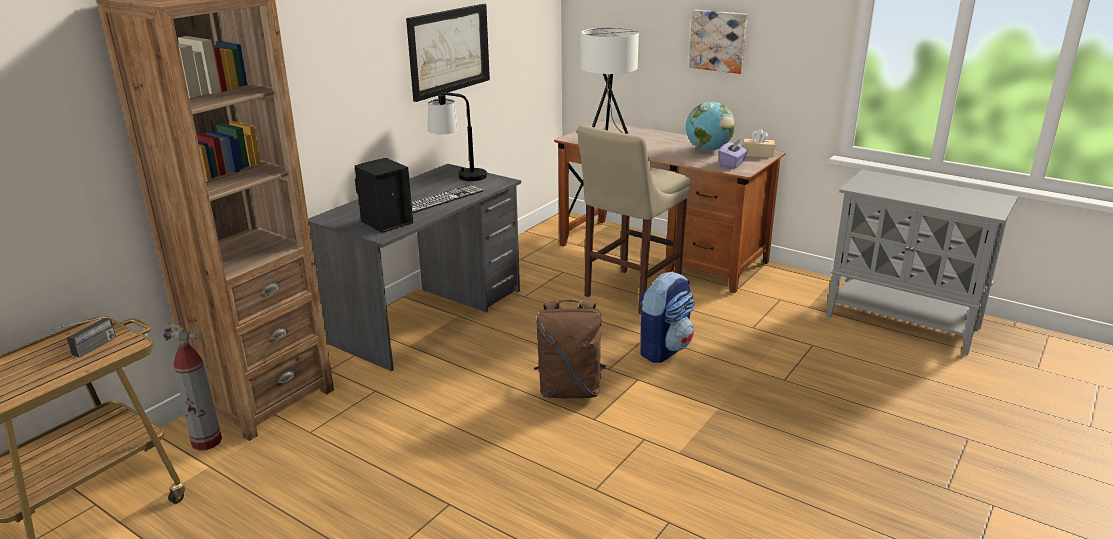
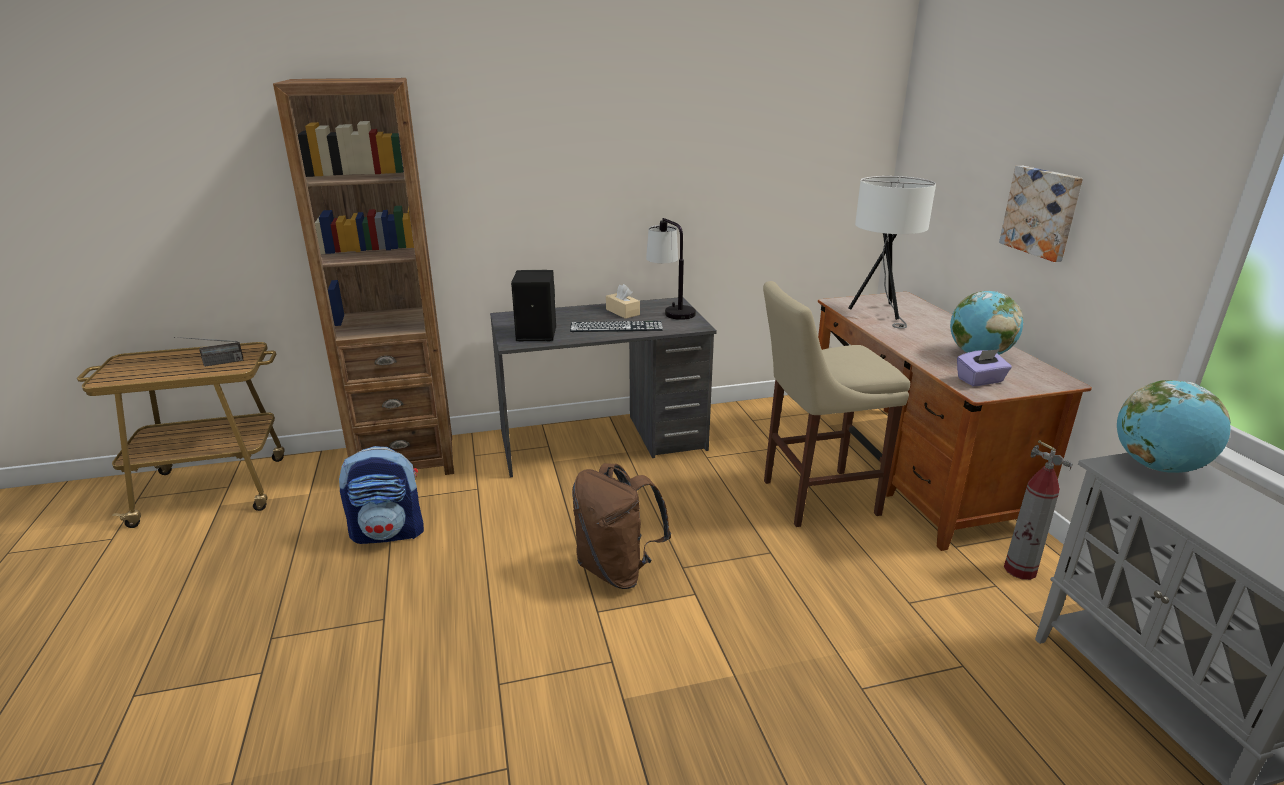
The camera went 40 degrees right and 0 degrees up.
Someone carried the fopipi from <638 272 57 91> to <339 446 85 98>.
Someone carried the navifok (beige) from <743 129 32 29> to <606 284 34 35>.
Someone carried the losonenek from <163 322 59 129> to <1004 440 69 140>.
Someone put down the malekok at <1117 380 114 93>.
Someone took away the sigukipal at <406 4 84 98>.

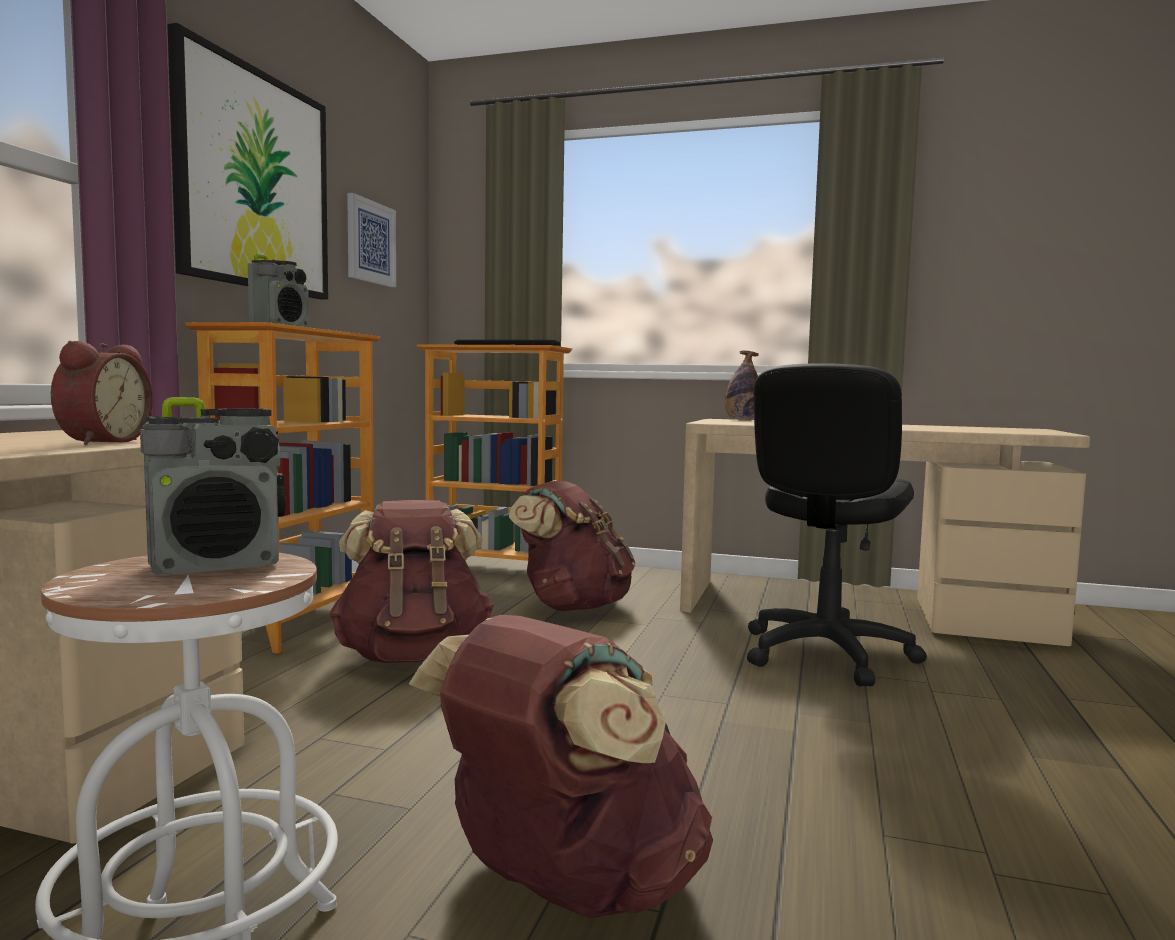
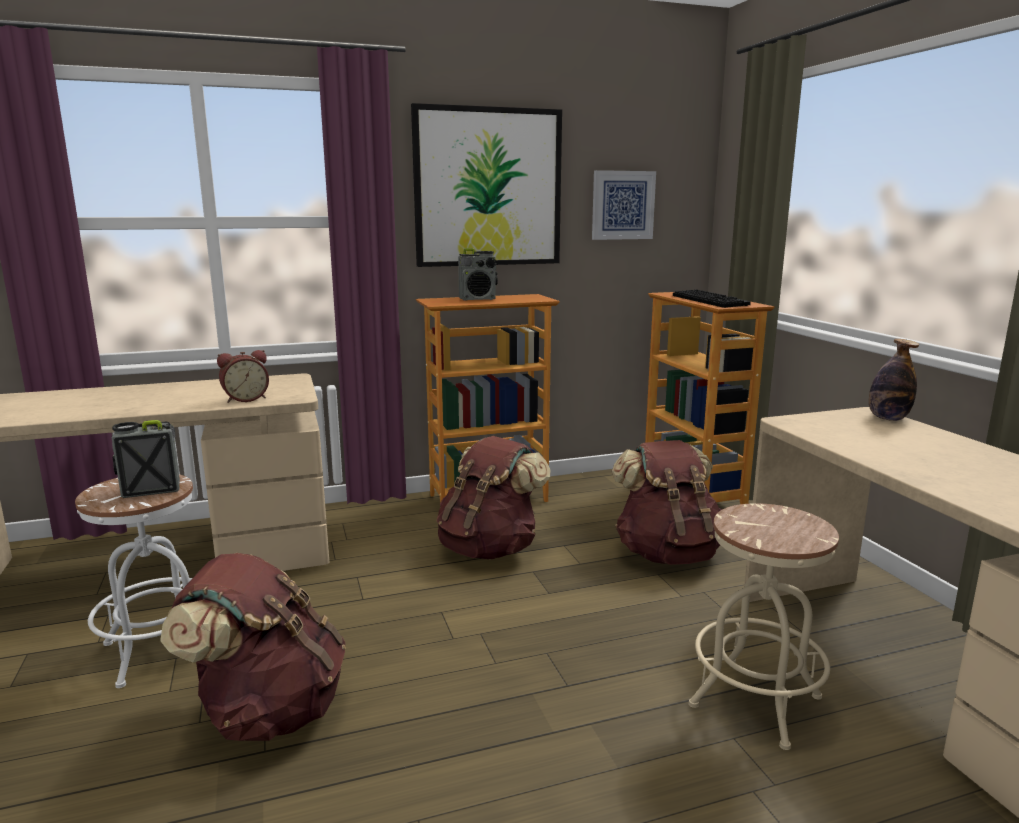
The camera went 55 degrees right and 10 degrees up.
Someone rotated the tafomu at <140 397 146 178> by 135 degrees clockwise.
Someone swapped the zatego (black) at <747 363 180 323> for the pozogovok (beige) at <689 503 150 247>.

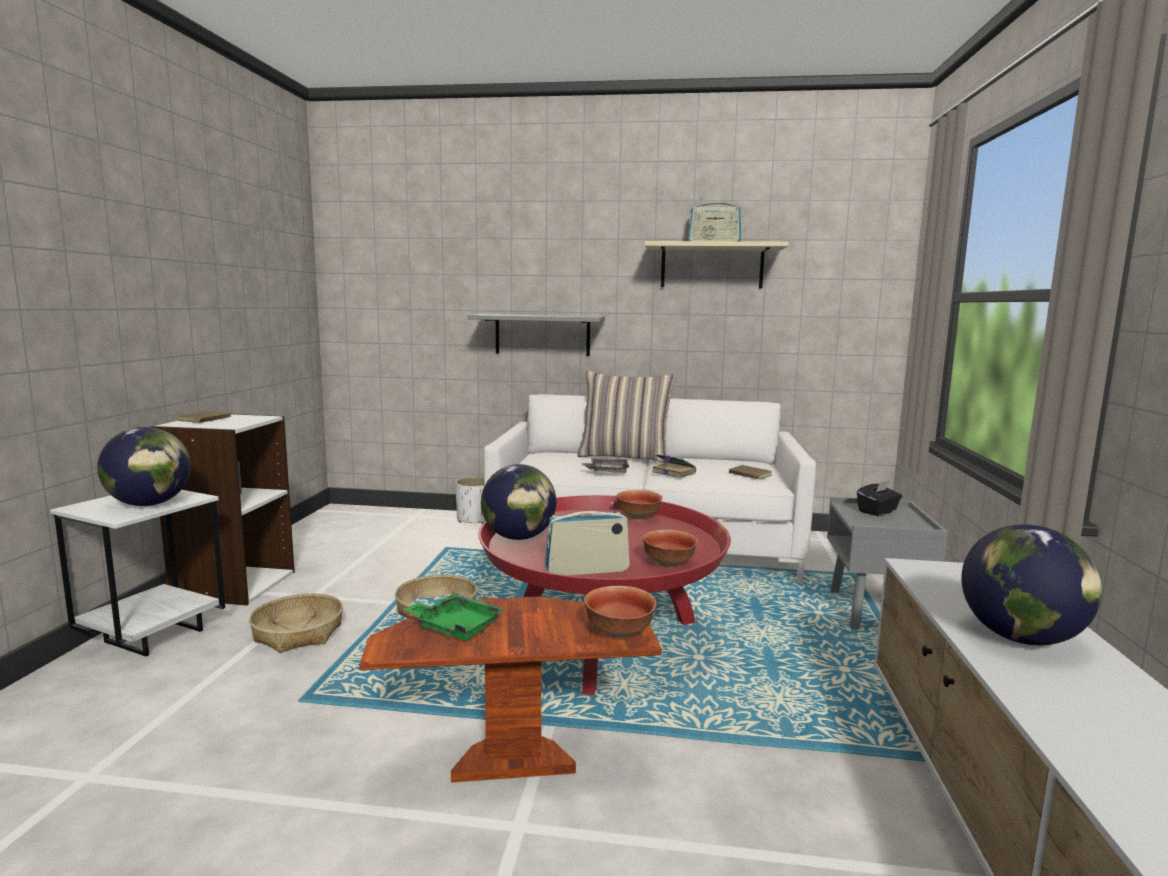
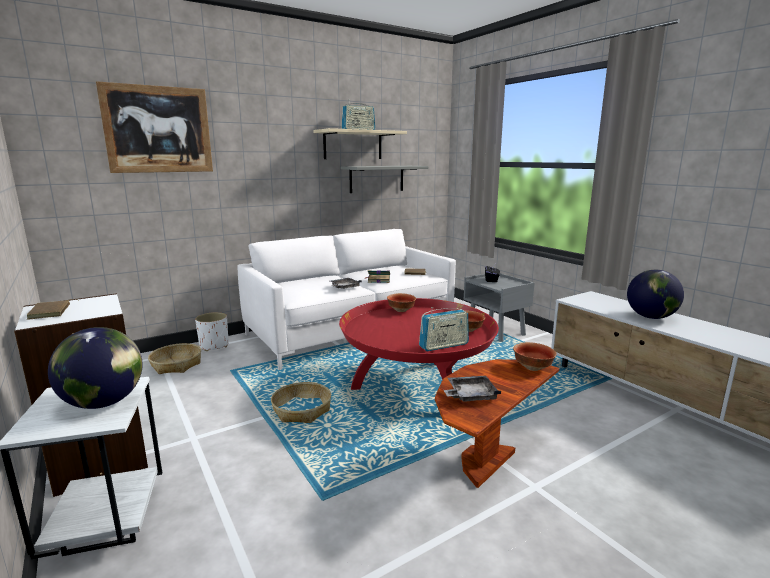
The camera went 40 degrees left and 5 degrees up.
Someone put up the sigukipal at <96 81 117 92>.
Someone carried the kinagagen from <249 593 94 60> to <148 343 53 31>.
Someone carried the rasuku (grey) from <468 314 137 42> to <341 166 88 27>.
Someone rotated the tafomu at <545 502 85 74> by 150 degrees counterclockwise.
Someone repainted the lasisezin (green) at <403 593 101 48>, which became the lasisezin (grey) at <444 376 57 26>.
Someone took away the malekok at <481 464 75 76>.
Someone took away the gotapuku at <577 371 99 92>.

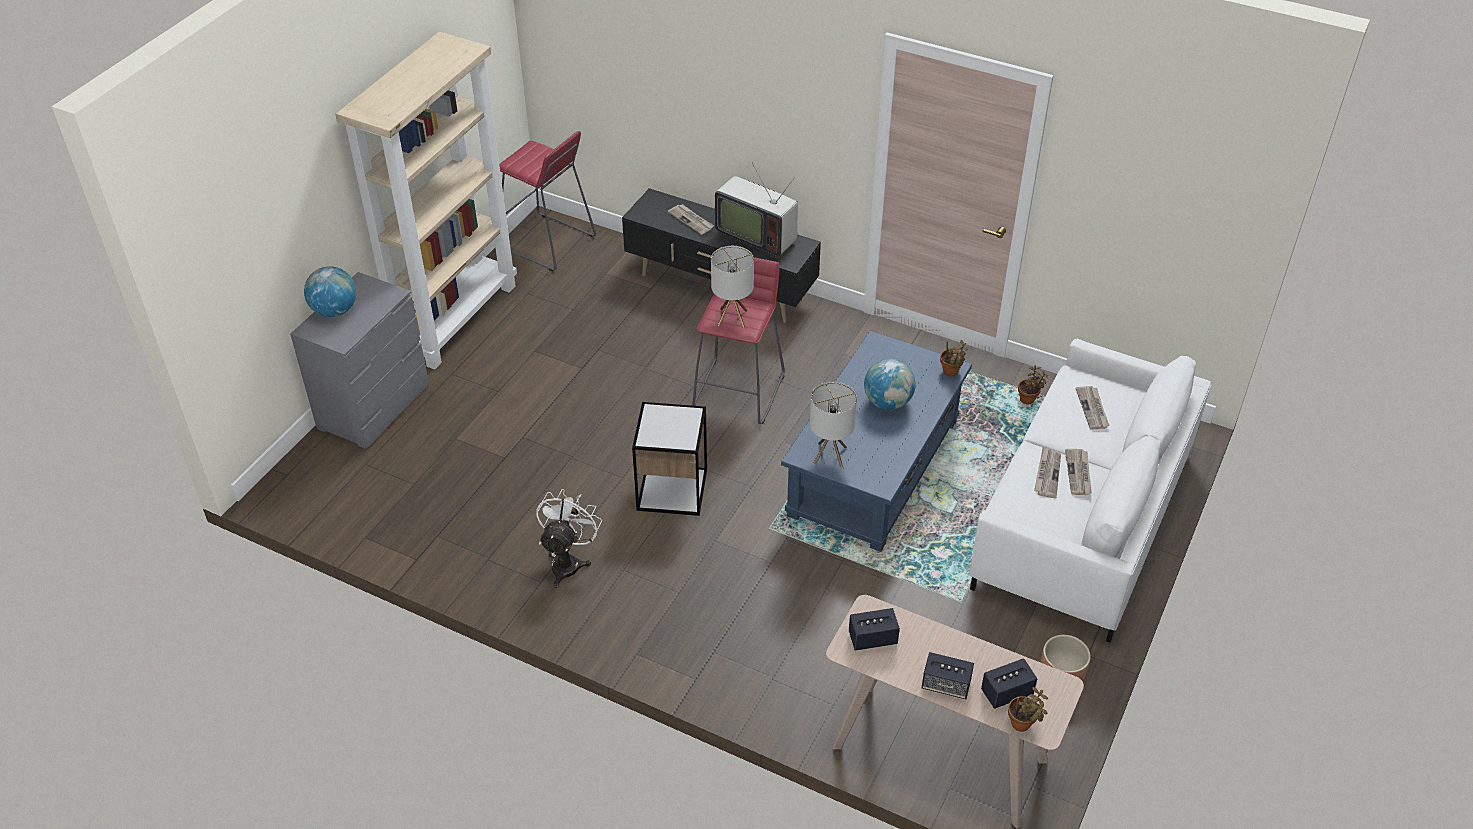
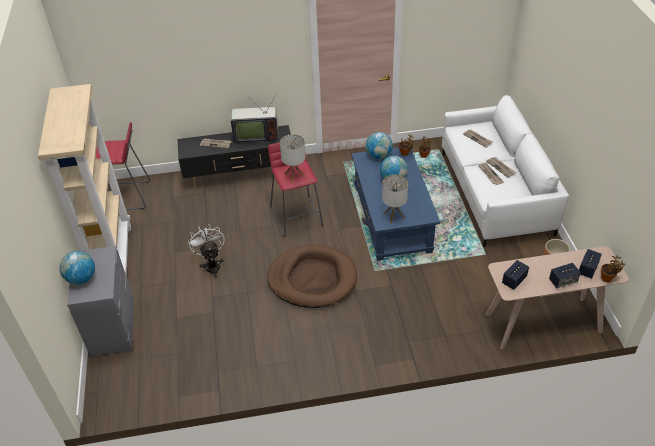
The camera went 35 degrees left and 0 degrees up.
Someone carried the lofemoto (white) from <537 489 65 99> to <188 224 37 54>.
Someone swapped the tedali at <632 402 75 114> for the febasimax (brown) at <268 245 89 63>.
Someone put down the malekok at <366 132 27 27>.

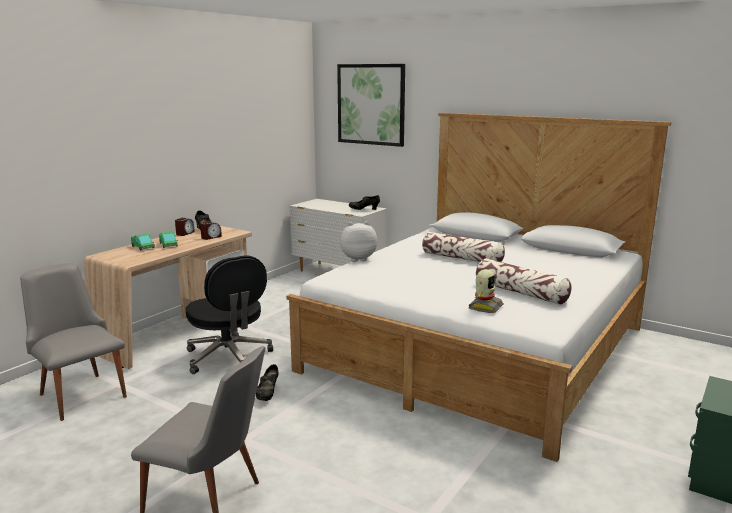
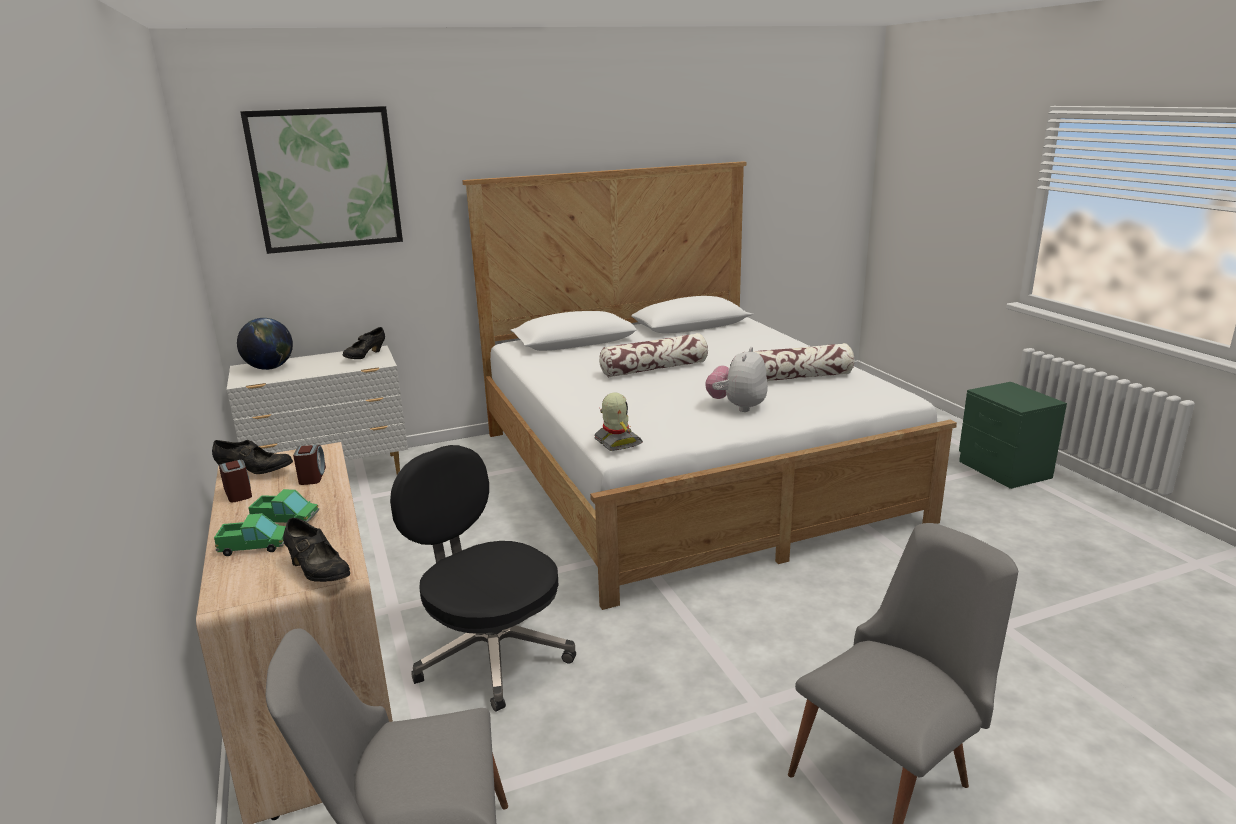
The camera went 55 degrees left and 5 degrees up.
Someone put down the malekok at <237 318 56 52>.
Someone carried the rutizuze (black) from <256 364 23 37> to <283 518 67 64>.
Someone rotated the zatego (black) at <186 255 87 119> by 135 degrees counterclockwise.
Someone carried the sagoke from <468 269 35 44> to <594 393 49 58>.
Someone carried the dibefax from <340 222 37 40> to <705 347 63 65>.

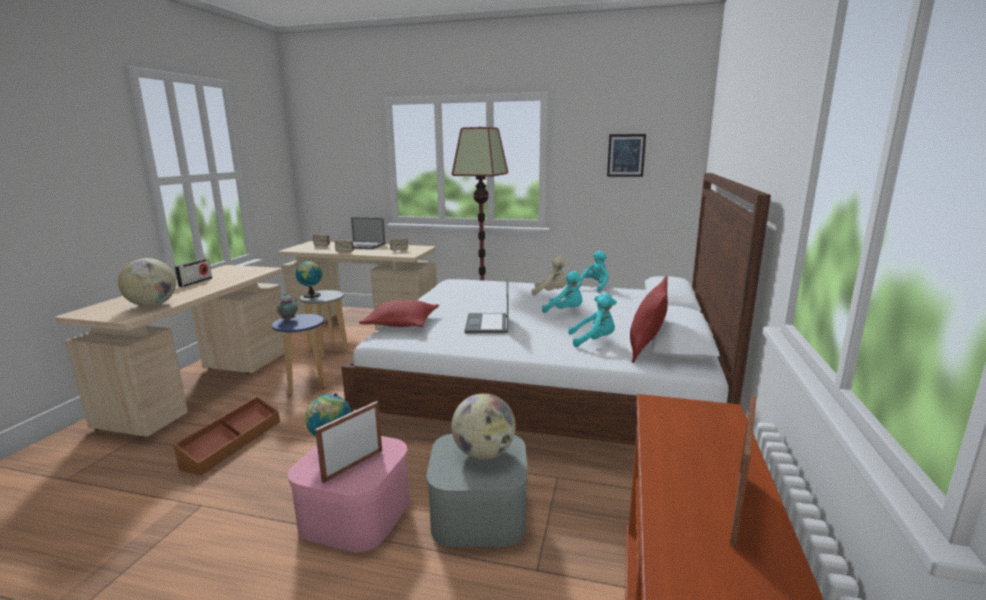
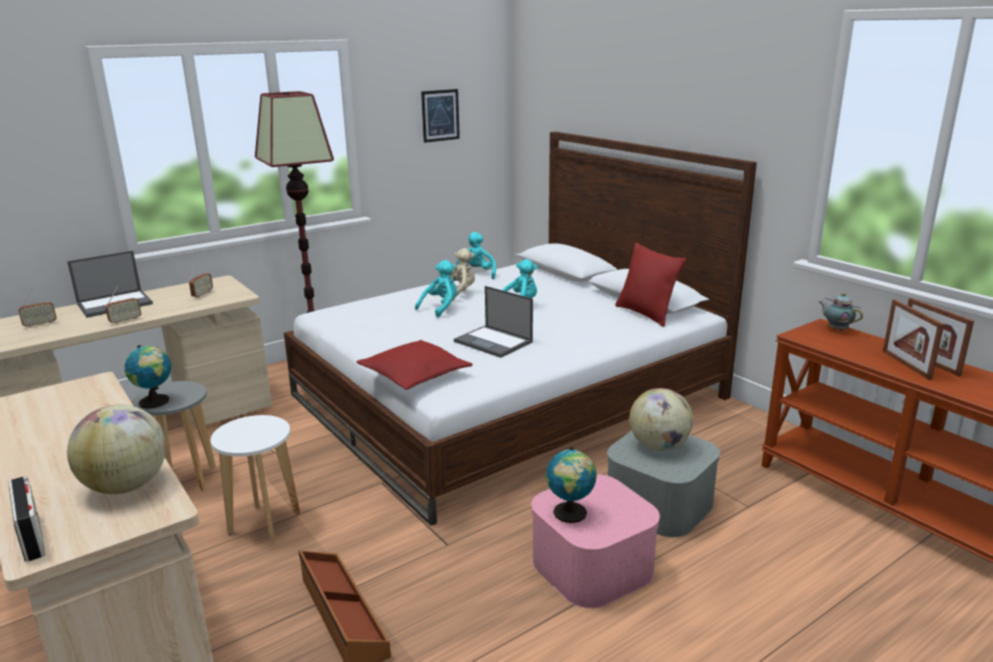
The camera went 50 degrees left and 5 degrees up.
Someone carried the tafomu from <175 259 37 28> to <8 476 38 86>.
Someone repainted the pozogovok (blue) at <272 314 54 80>, which became the pozogovok (white) at <211 415 89 128>.
Someone carried the dibefax (turquoise) from <568 293 49 54> to <415 260 42 57>.
Someone carried the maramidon from <277 293 21 28> to <819 293 44 38>.
Someone carried the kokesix from <315 401 67 82> to <883 299 61 81>.

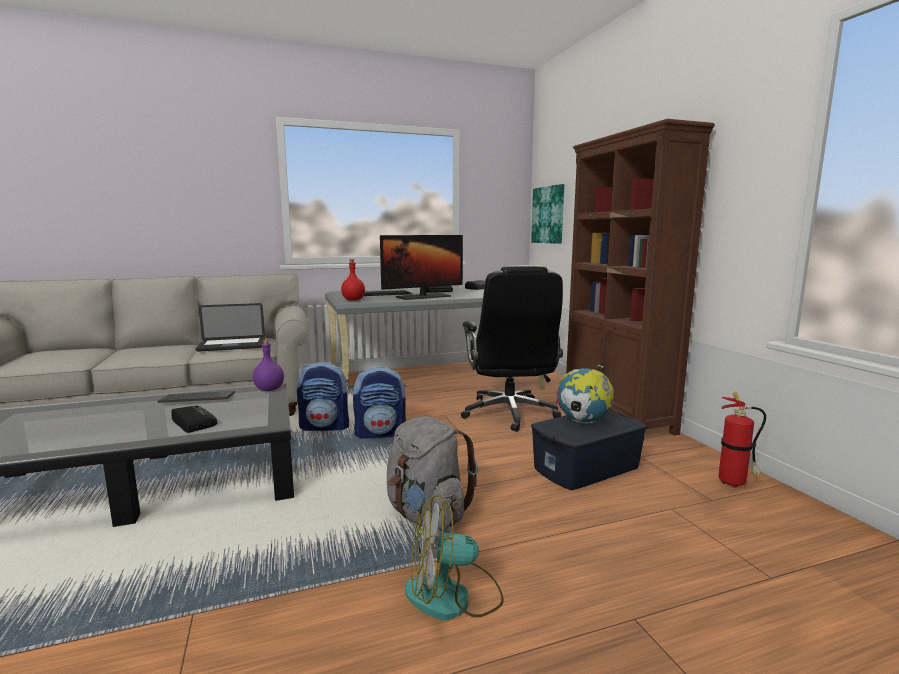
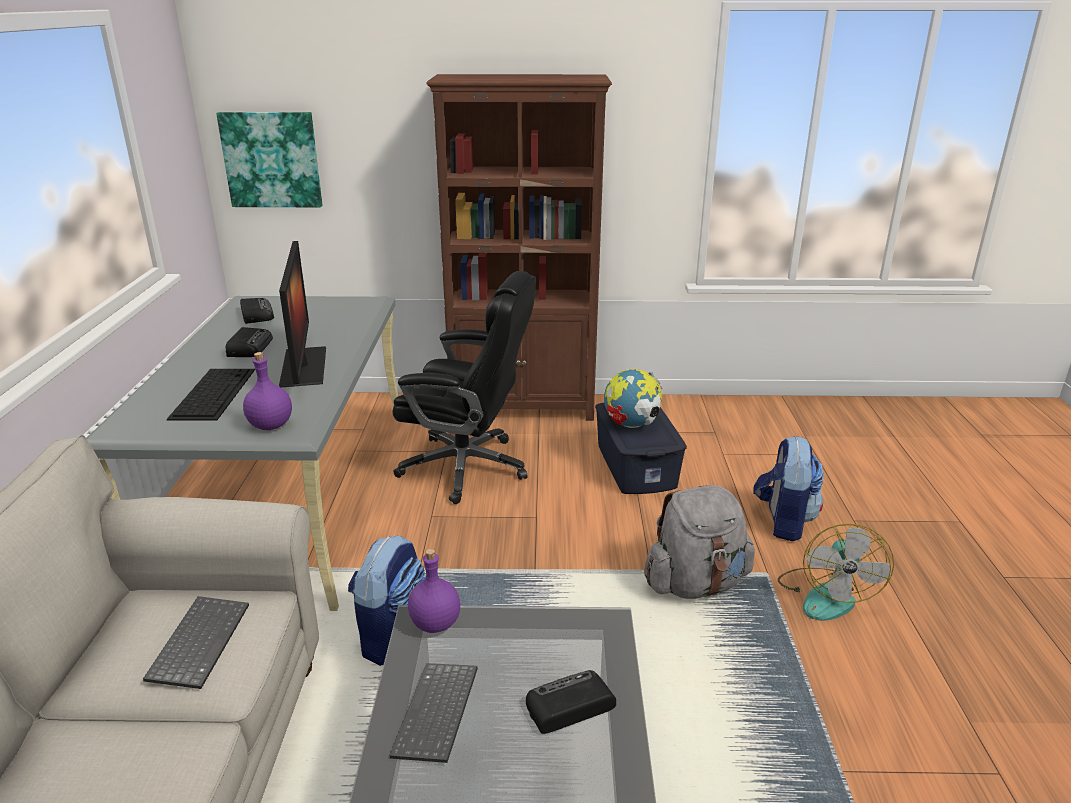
The camera went 70 degrees left and 15 degrees up.
Someone swapped the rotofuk at <195 303 70 49> for the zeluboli at <143 596 106 93>.
Someone repainted the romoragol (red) at <341 259 24 42>, which became the romoragol (purple) at <243 352 49 78>.
Someone carried the fopipi from <353 366 53 73> to <753 436 71 105>.
Someone took away the losonenek at <719 392 47 96>.

